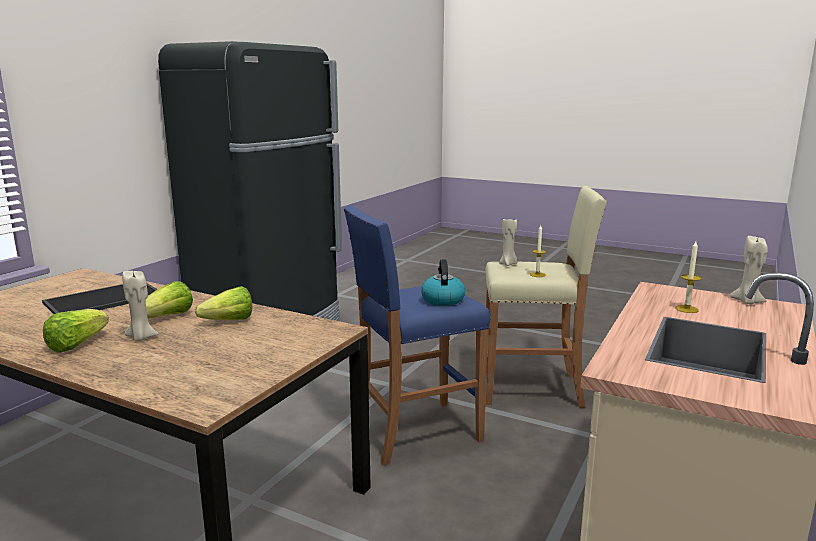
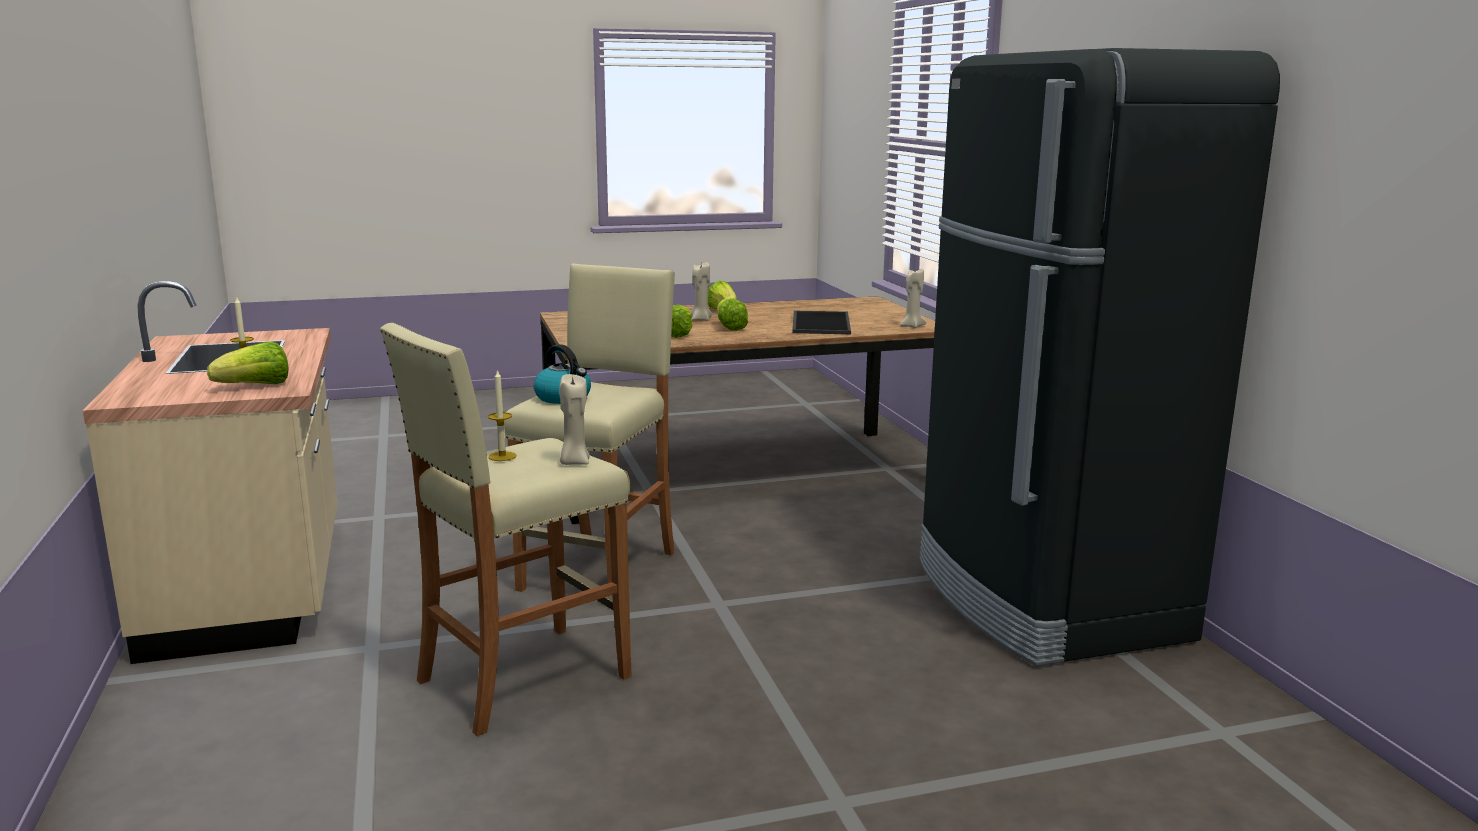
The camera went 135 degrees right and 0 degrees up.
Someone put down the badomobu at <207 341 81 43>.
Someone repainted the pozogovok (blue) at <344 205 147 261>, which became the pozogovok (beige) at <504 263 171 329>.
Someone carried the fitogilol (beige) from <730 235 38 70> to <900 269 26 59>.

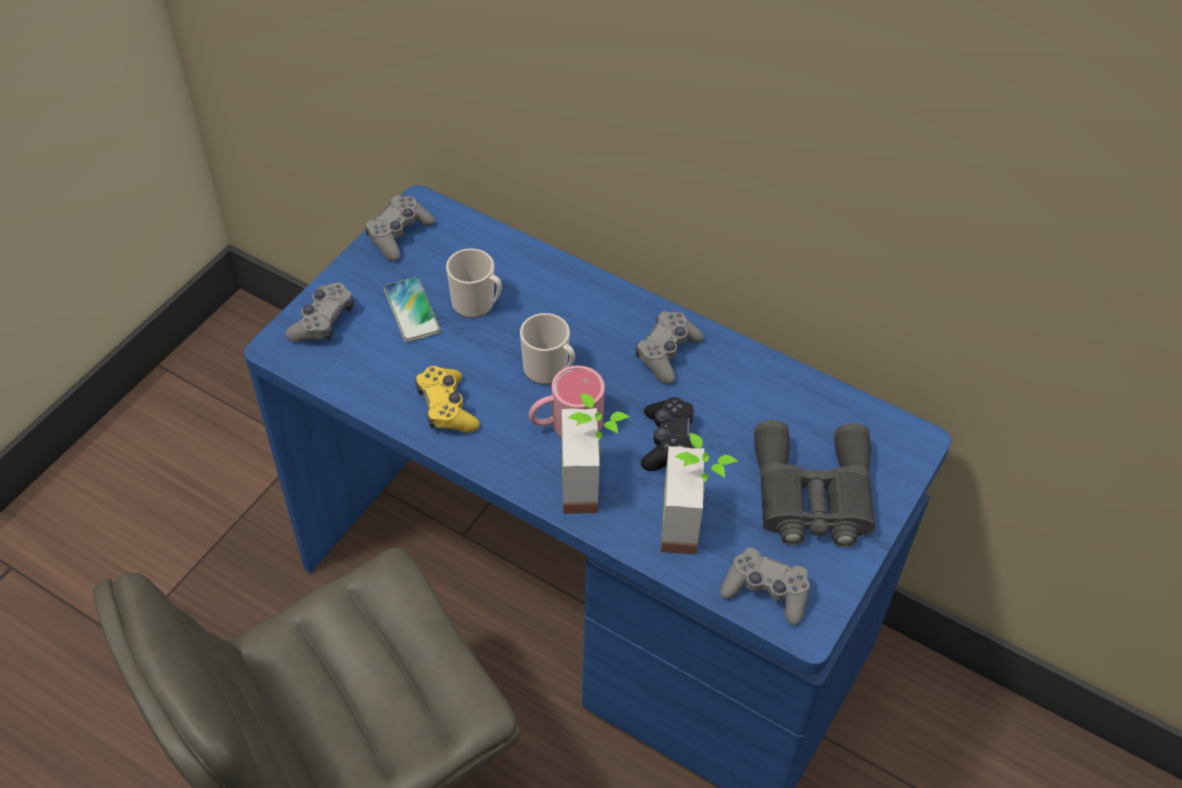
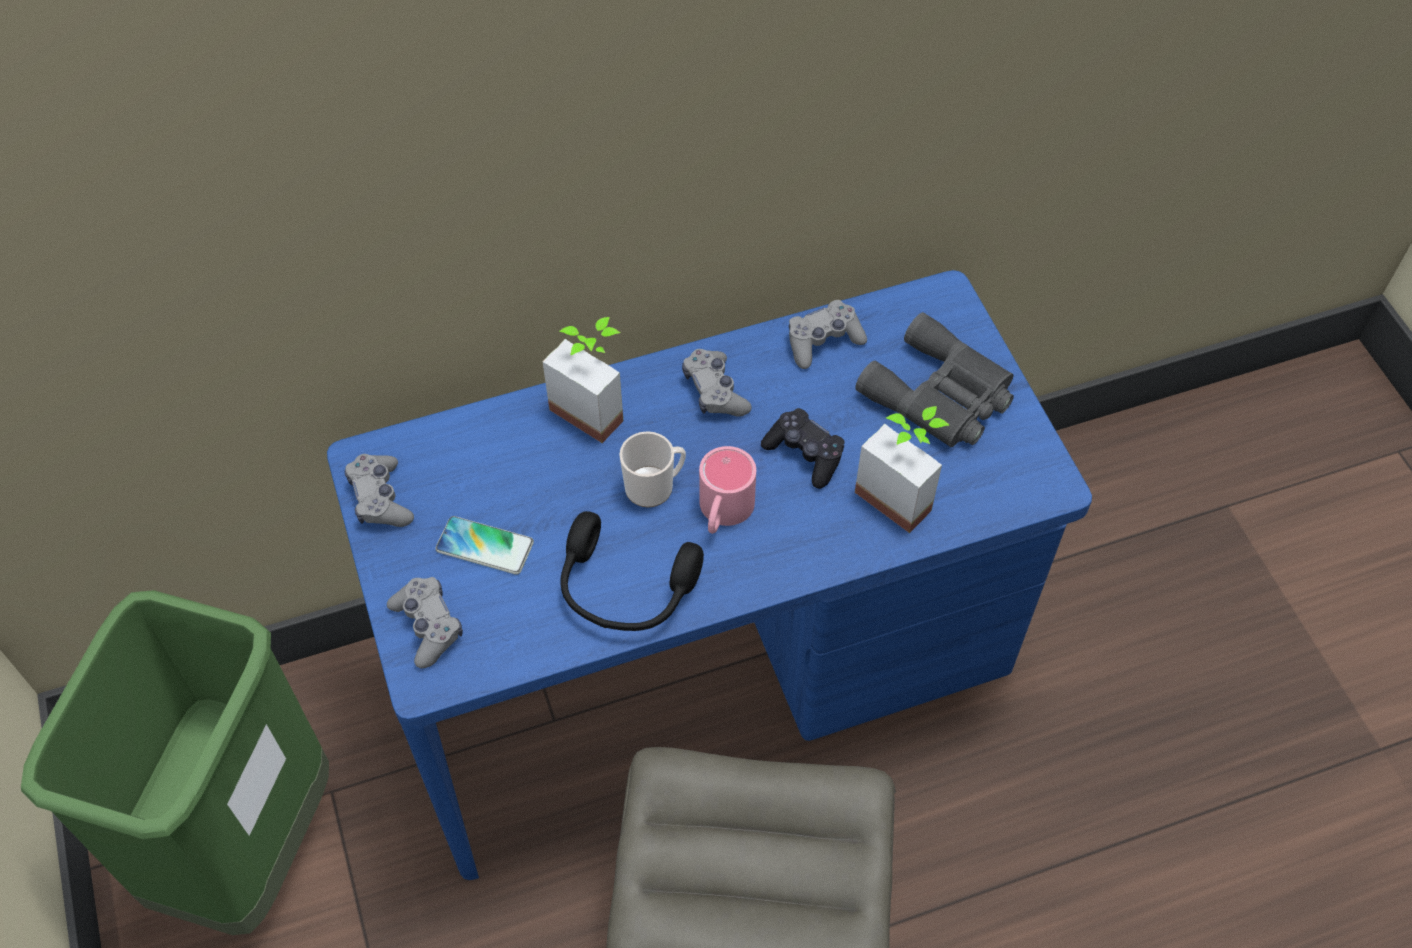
The camera went 50 degrees left and 5 degrees up.
Someone put down the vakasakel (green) at <21 590 308 345>.
Someone carried the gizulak from <562 393 67 121> to <543 317 80 126>.
Someone swapped the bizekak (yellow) at <415 366 65 67> for the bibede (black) at <561 511 143 120>.
Someone carried the bizekak (grey) from <720 548 90 77> to <789 300 78 69>.
Someone took away the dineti at <446 248 56 70>.

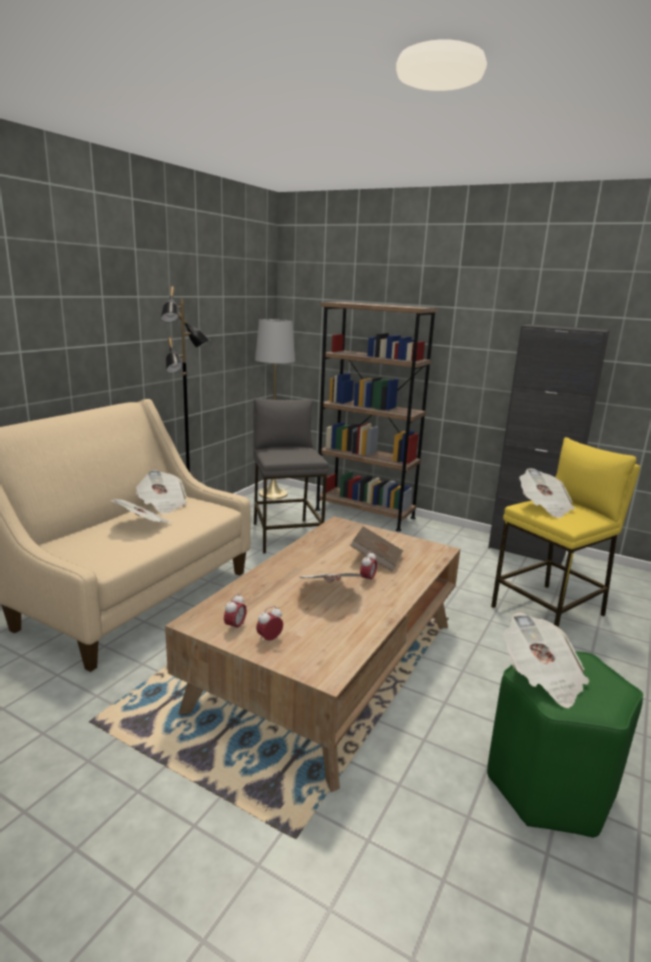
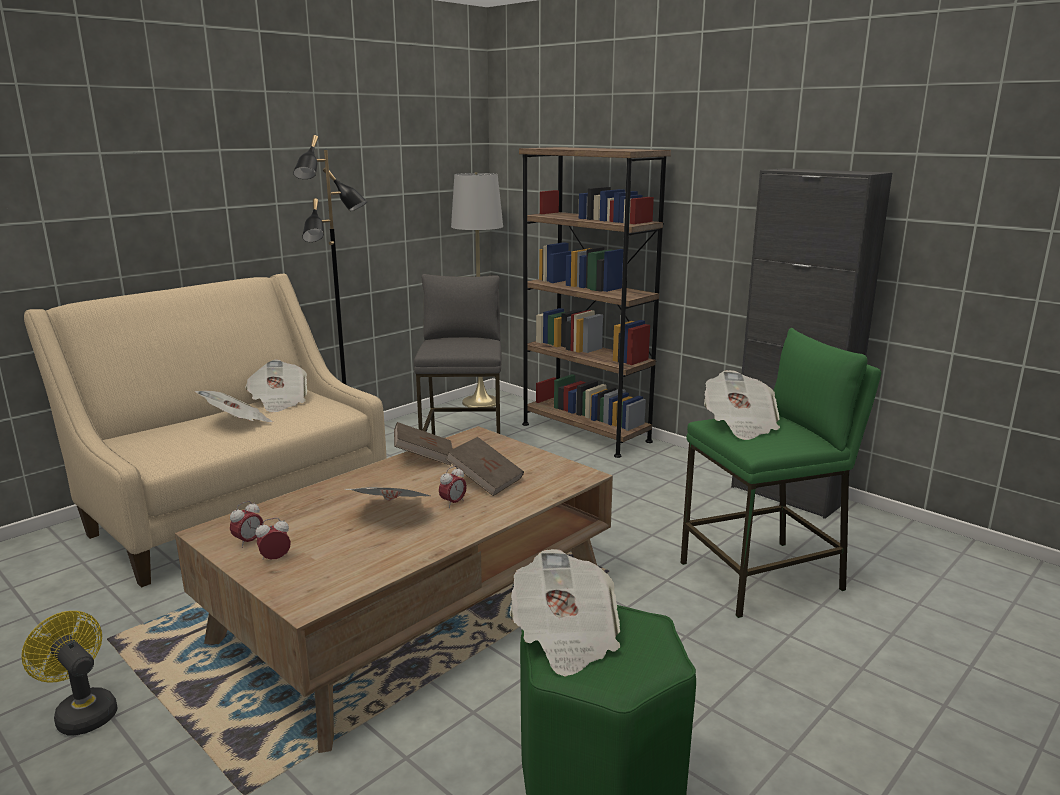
The camera went 15 degrees right and 0 degrees up.
Someone put down the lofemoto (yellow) at <21 611 96 125>.
Someone put down the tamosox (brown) at <394 422 59 43>.
Someone repainted the pozogovok (yellow) at <491 437 149 190>, which became the pozogovok (green) at <680 328 201 290>.

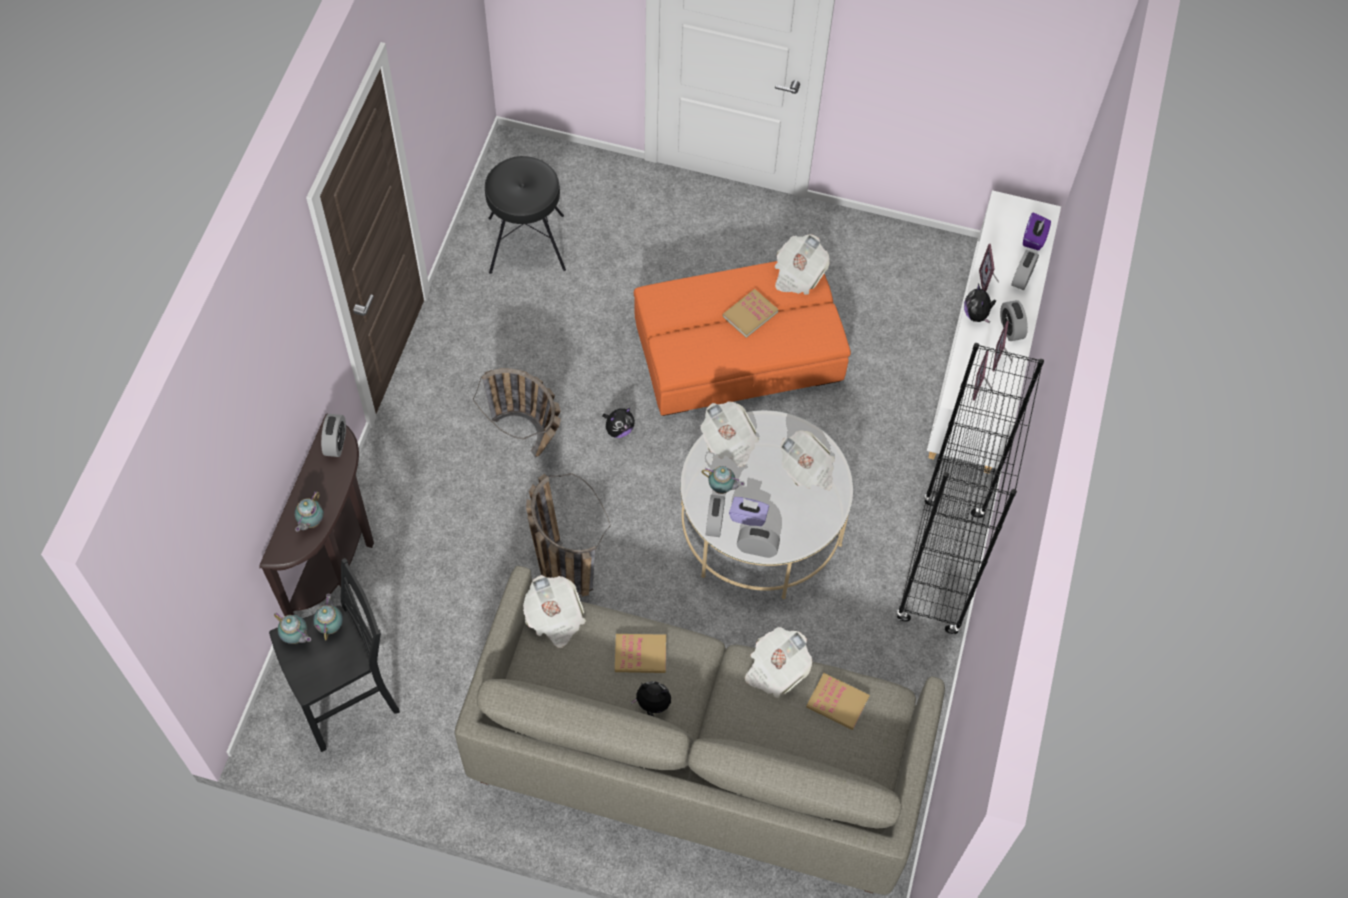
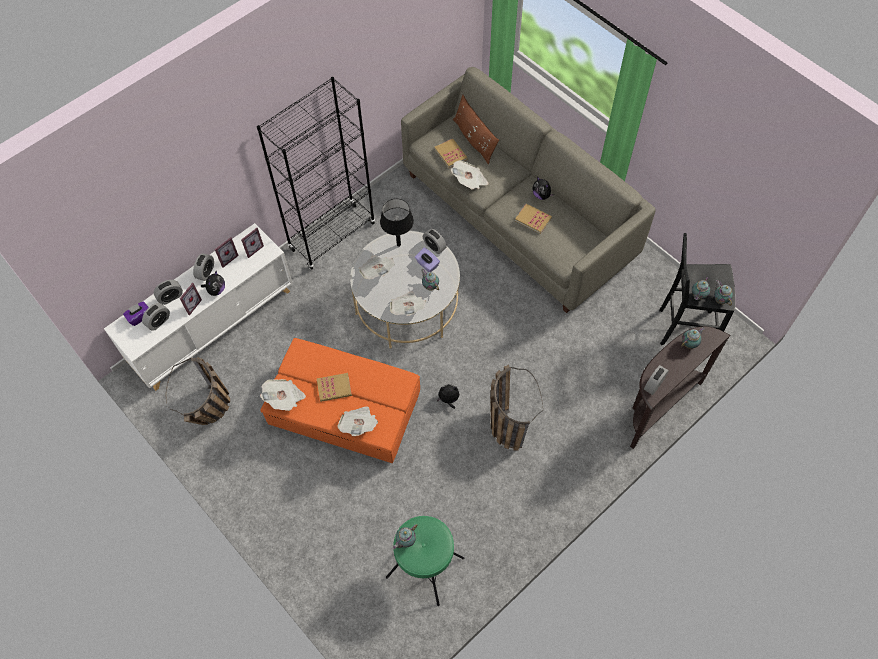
The camera went 145 degrees left and 0 degrees up.
Someone carried the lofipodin from <706 495 19 42> to <142 303 28 28>.
Someone carried the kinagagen from <526 473 85 124> to <166 357 64 68>.
Someone carried the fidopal from <523 575 63 73> to <337 406 41 30>.
Someone put down the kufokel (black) at <380 199 34 48>.
Someone repainted the pozogovok (black) at <485 156 81 118>, which became the pozogovok (green) at <386 516 78 90>.
Someone put down the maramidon at <393 524 24 25>.
Someone put down the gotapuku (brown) at <453 95 46 70>.

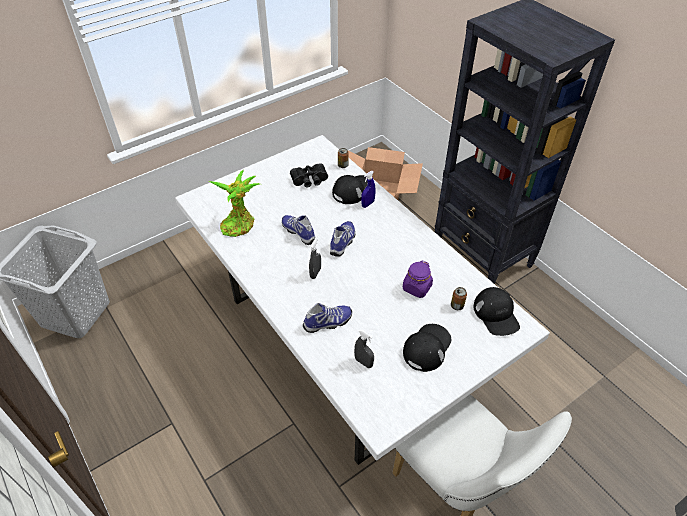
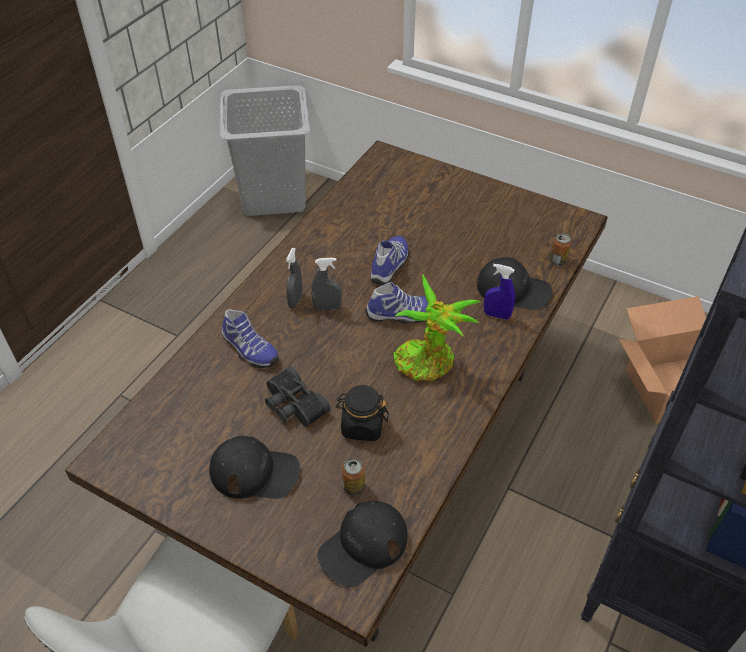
The camera went 65 degrees right and 0 degrees up.
Someone repainted the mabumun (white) at <175 135 375 330>, which became the mabumun (brown) at <65 140 543 507>.
Someone carried the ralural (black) from <290 163 38 24> to <265 367 66 60>.
Someone carried the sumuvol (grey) from <354 329 20 39> to <286 248 17 61>.
Someone repainted the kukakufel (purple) at <403 260 30 38>, which became the kukakufel (black) at <335 385 54 56>.
Someone carried the gizulak from <209 170 51 67> to <394 274 87 107>.

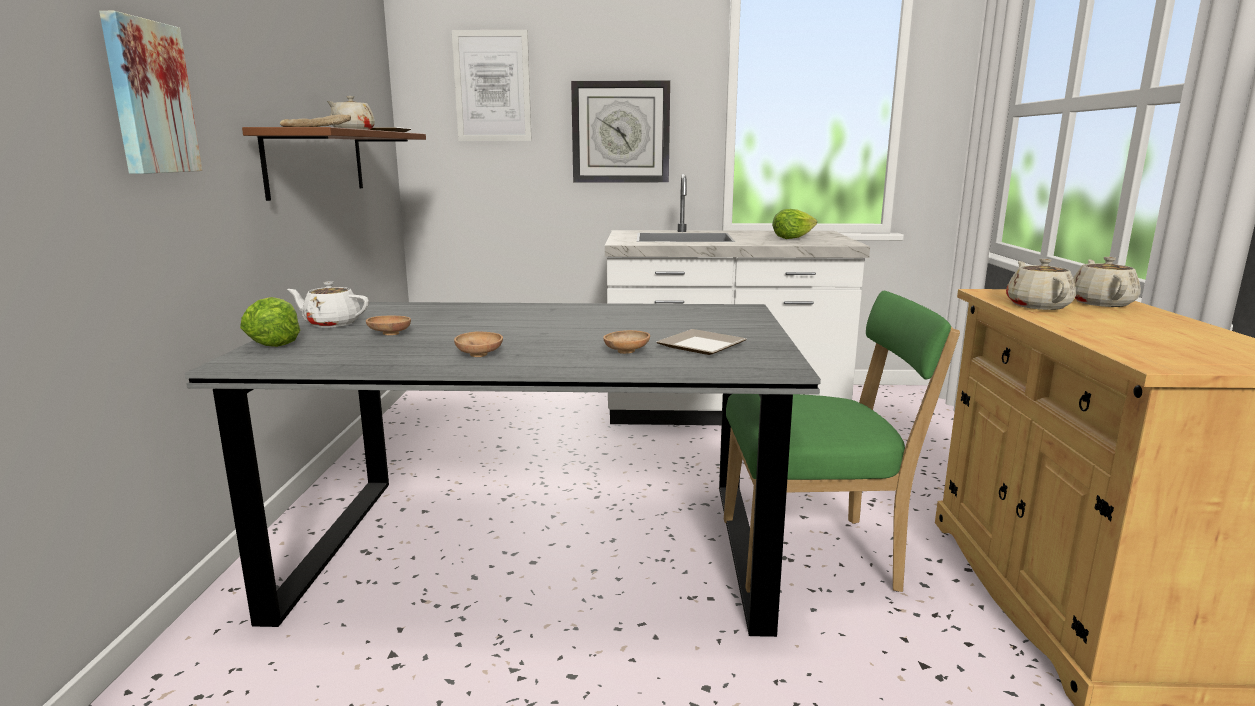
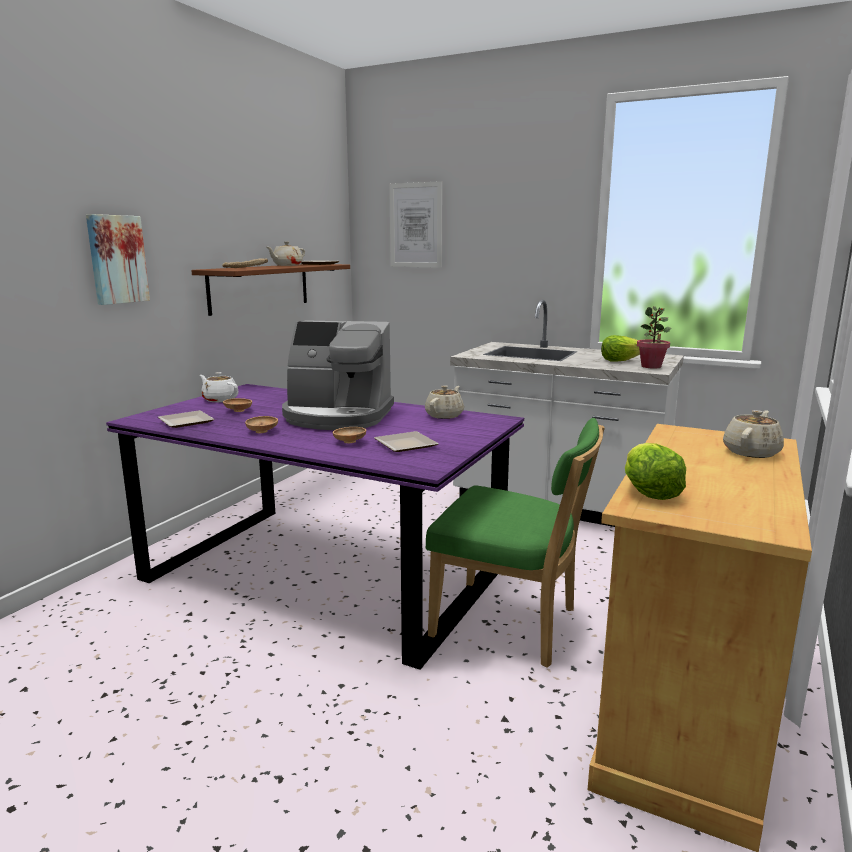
The camera went 25 degrees right and 0 degrees up.
Someone repainted the mabumun (grey) at <185 302 636 335>, which became the mabumun (purple) at <106 384 418 286>.
Someone put down the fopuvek at <158 410 57 18>.
Someone put down the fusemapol at <282 320 112 110>.
Someone carried the maramidon (beige) from <1006 259 70 51> to <425 385 39 34>.
Someone carried the badomobu from <240 297 60 50> to <625 443 61 57>.
Someone put down the gizulak at <637 306 34 63>.
Someone took away the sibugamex at <571 80 99 103>.

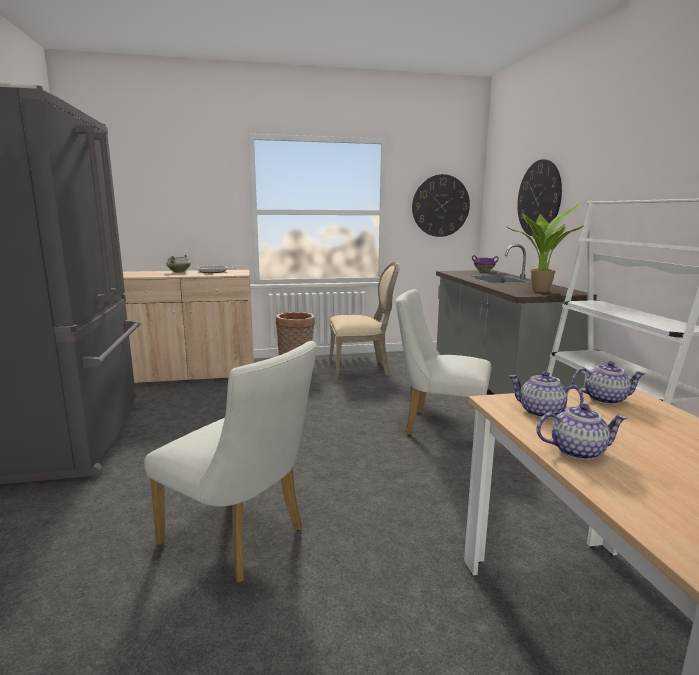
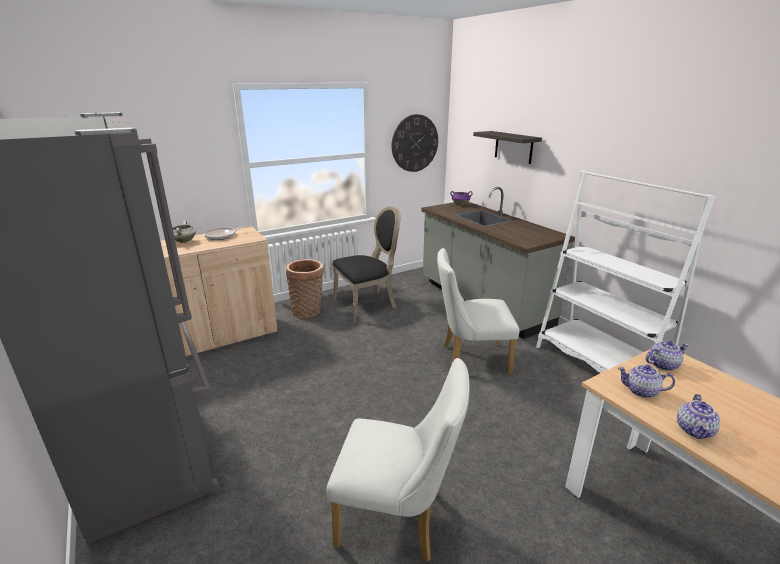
The camera went 20 degrees left and 10 degrees up.
Someone repainted the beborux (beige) at <329 262 71 118>, which became the beborux (black) at <332 206 68 116>.
Someone swapped the sibugamex at <517 159 45 77> for the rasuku at <473 131 69 33>.
Someone rotated the maramidon at <537 404 91 56> by 135 degrees clockwise.
Someone took away the gizulak at <508 203 76 90>.

